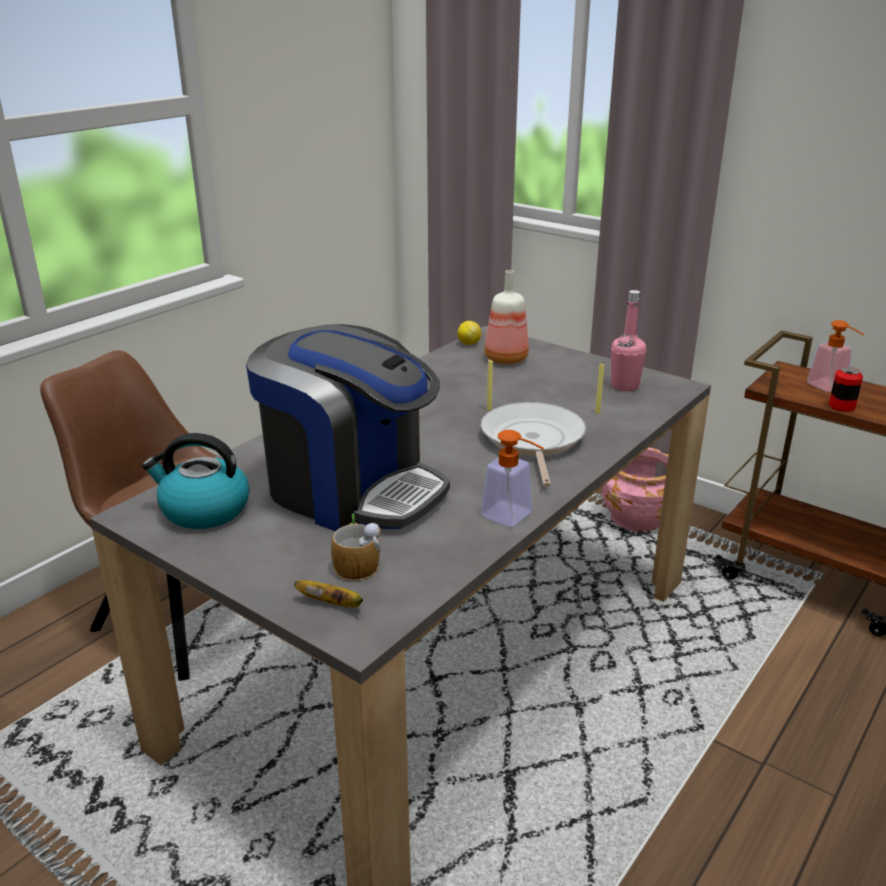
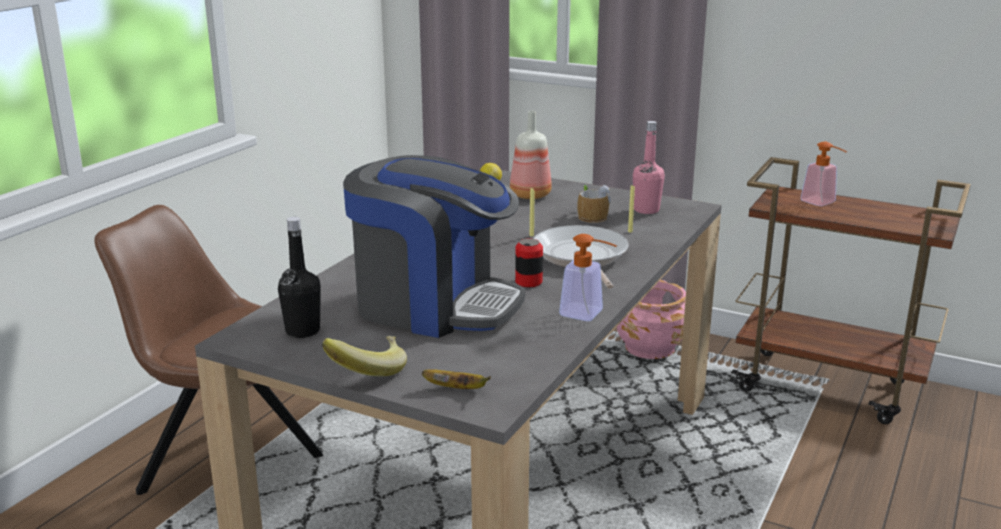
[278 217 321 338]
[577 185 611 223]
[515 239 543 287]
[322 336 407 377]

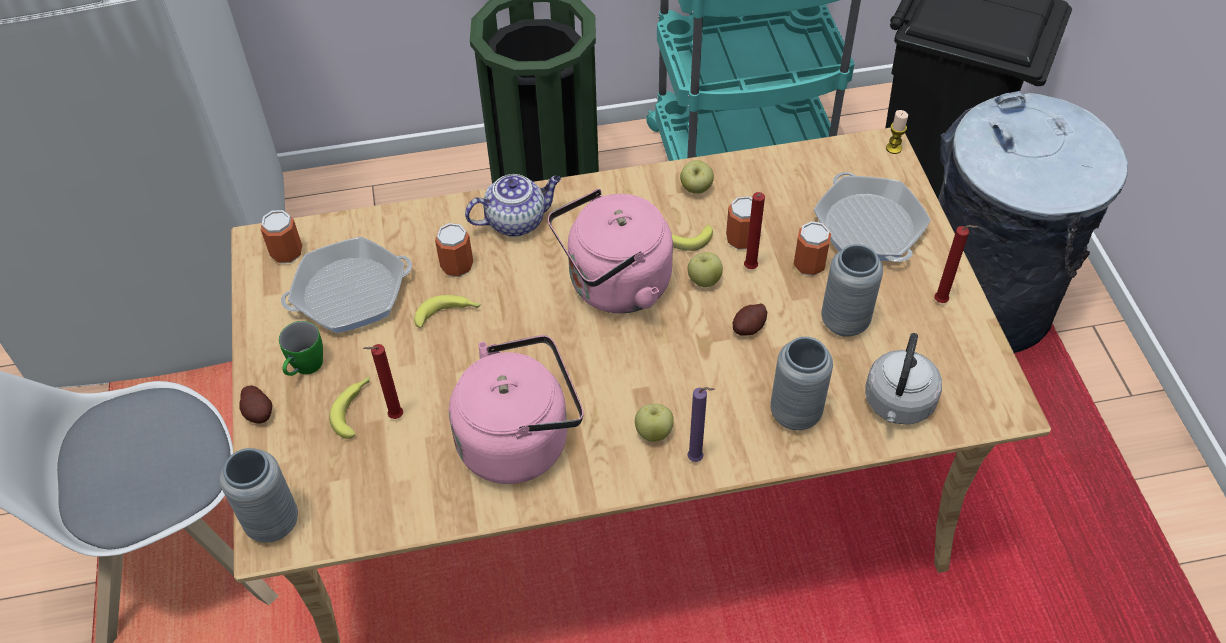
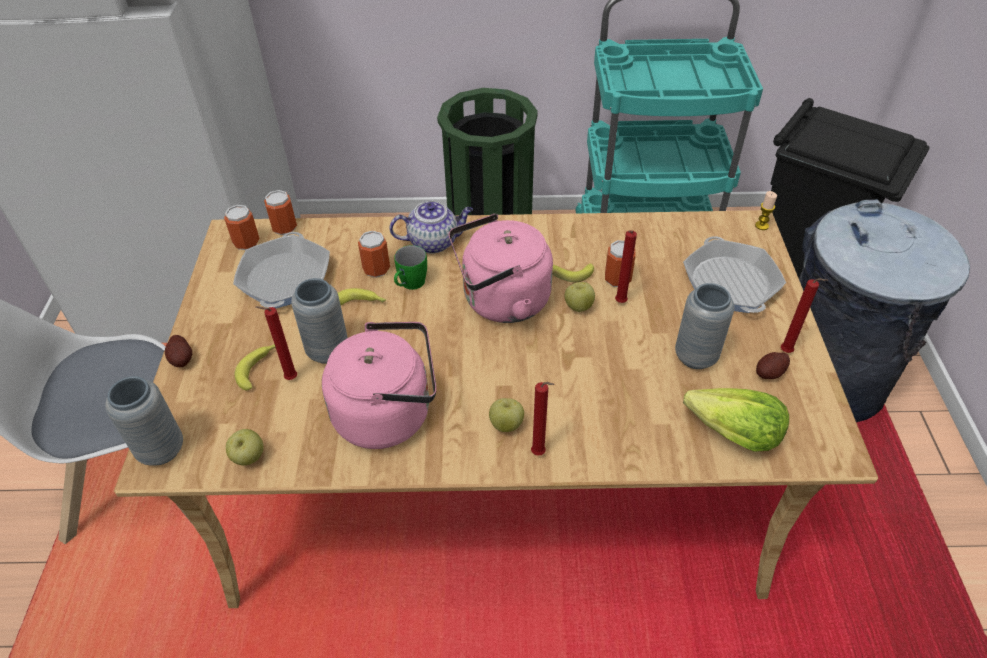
[394 245 427 290]
[233 232 330 308]
[226 429 264 466]
[531 382 555 456]
[756 352 790 379]
[291 278 348 364]
[264 190 297 235]
[683 388 789 452]

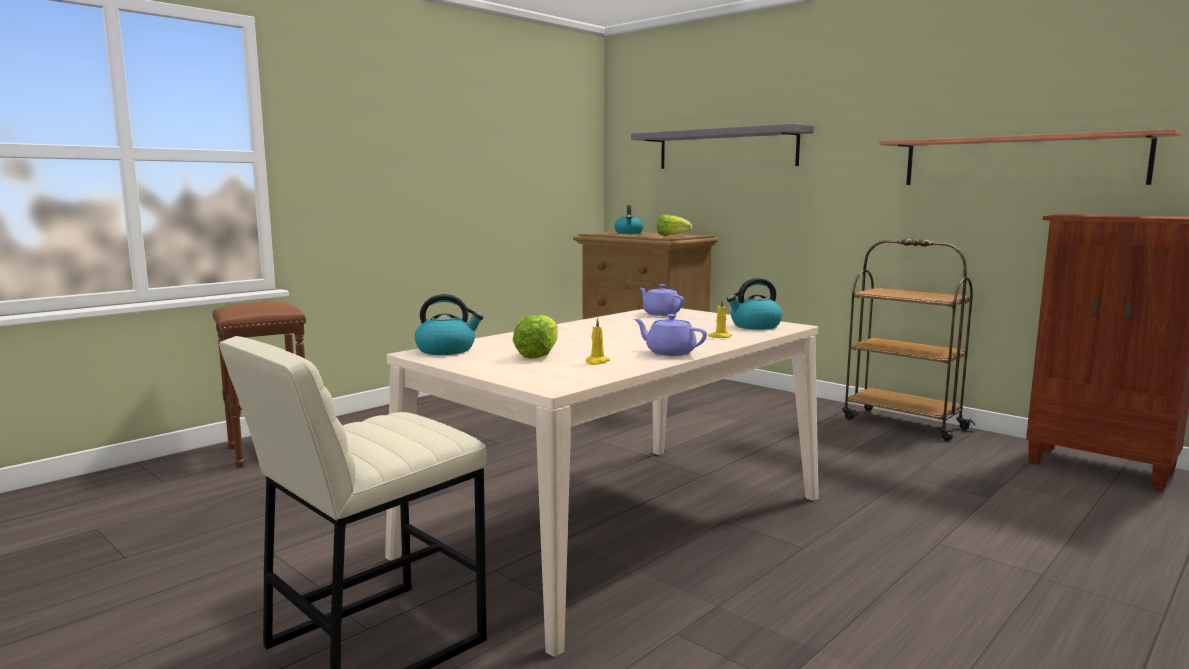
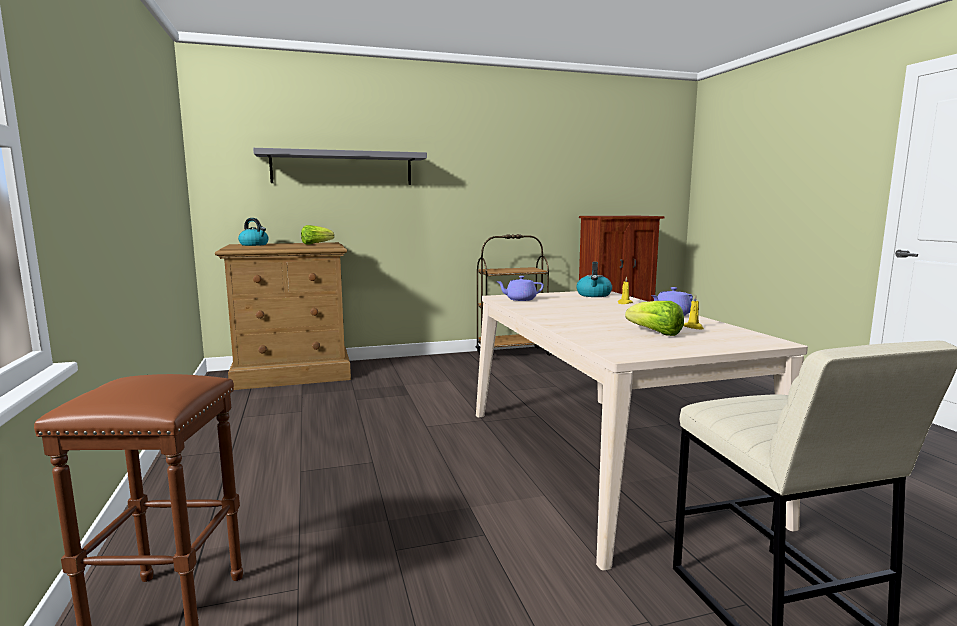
[415 294 483 355] (first image)
[879 129 1182 185] (first image)

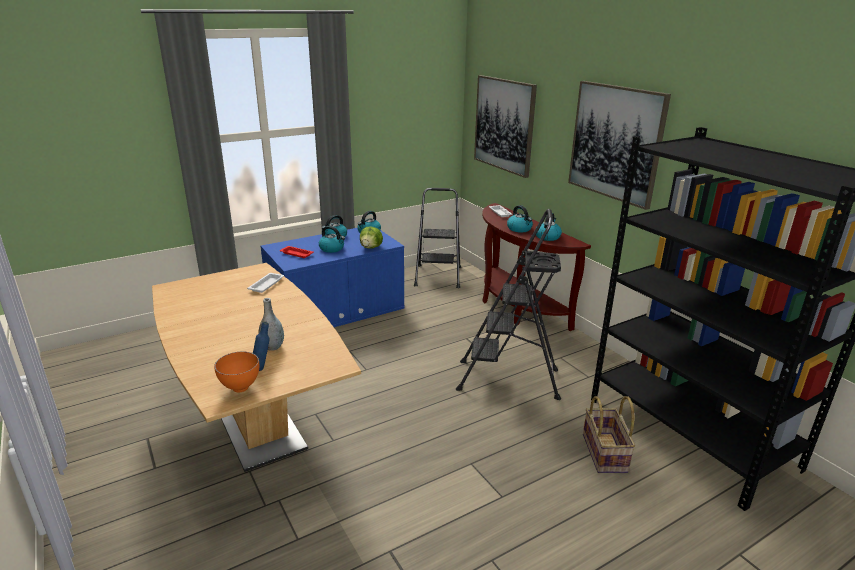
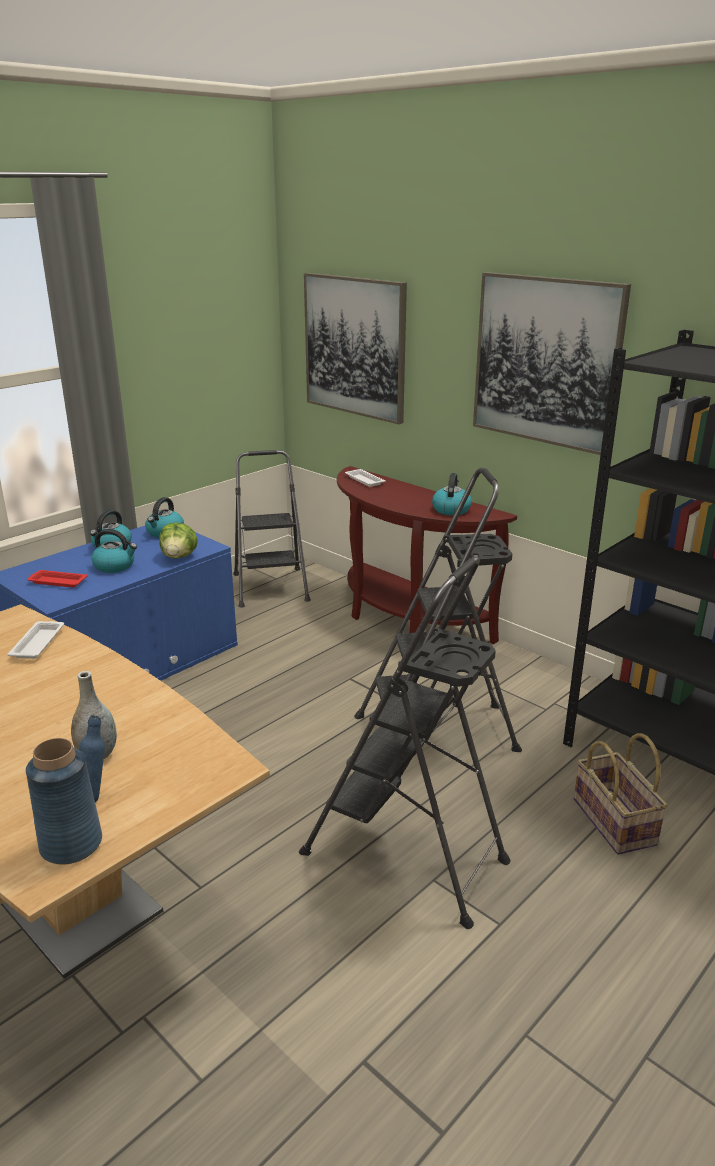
[26 738 102 865]
[507 205 533 233] (first image)
[299 556 511 929]

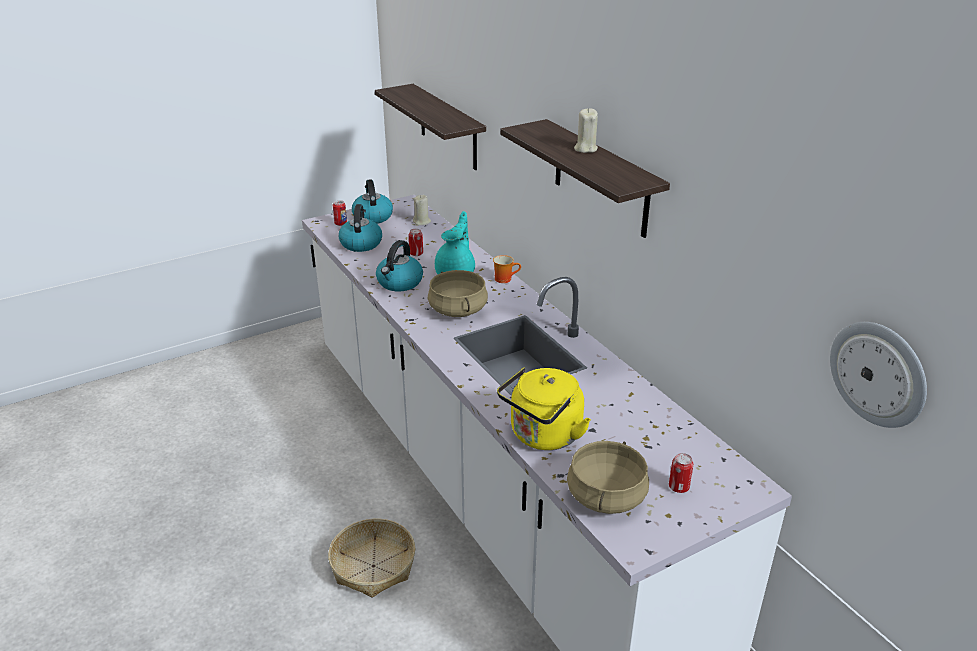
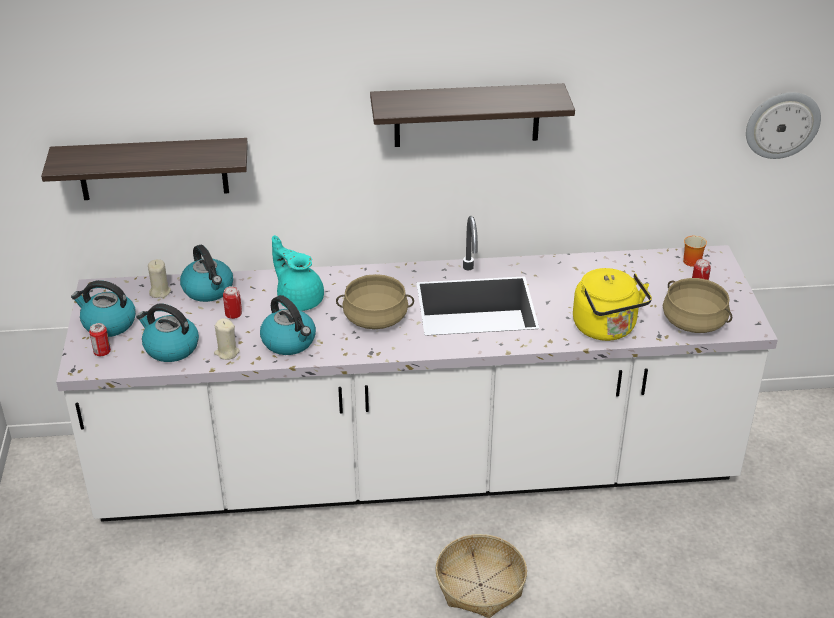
[683 236 707 267]
[214 318 240 360]
[180 245 233 302]

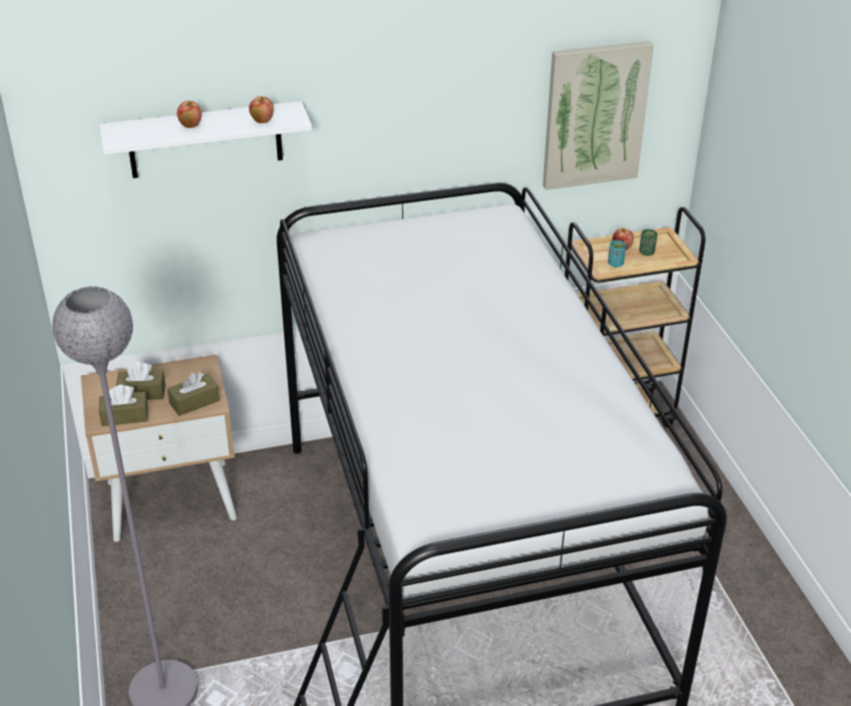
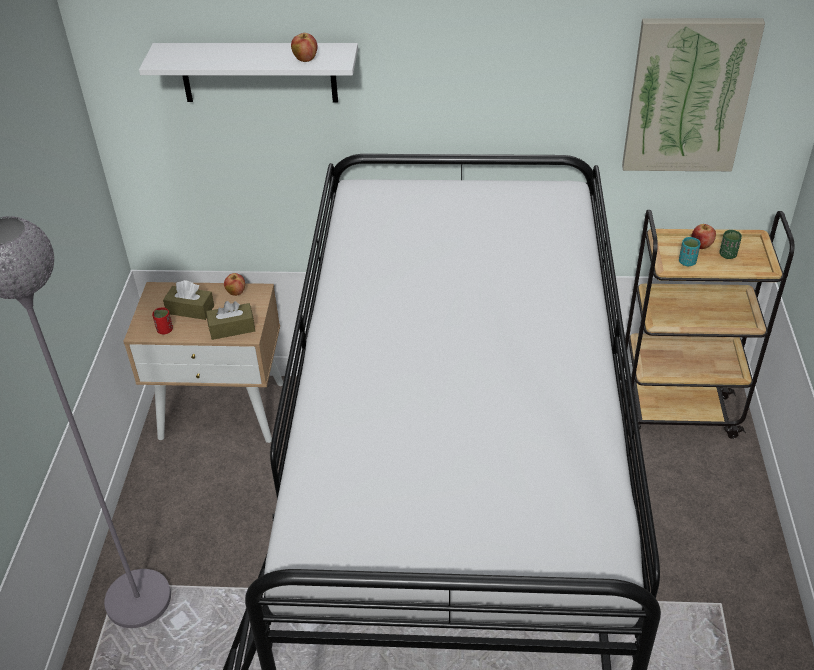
[152 307 173 334]
[224 273 245 296]

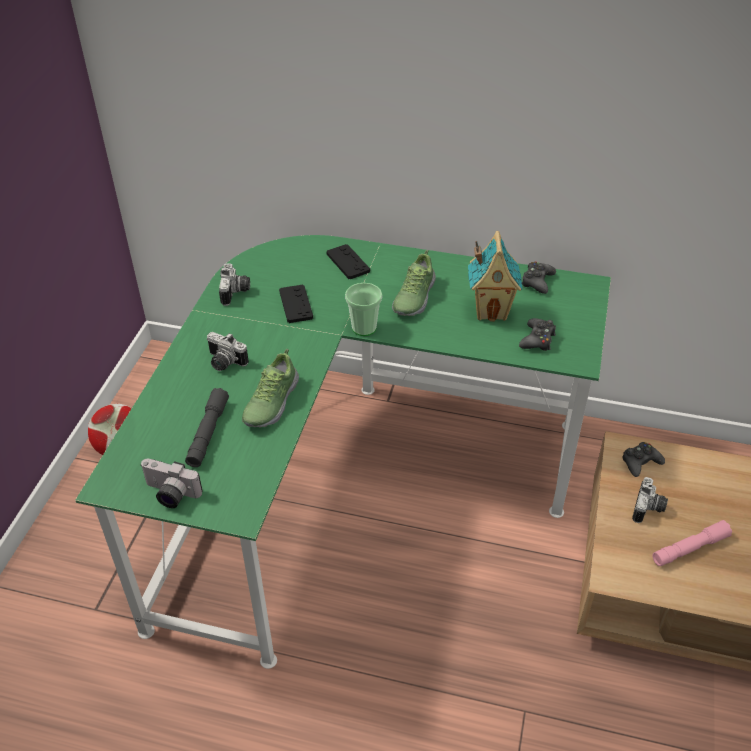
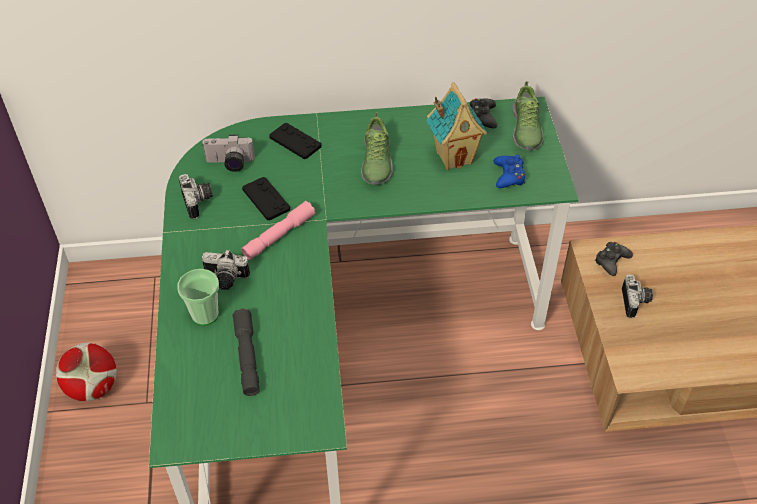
[202 135 255 172]
[512 81 544 150]
[178 269 219 325]
[494 155 525 188]
[241 201 316 260]

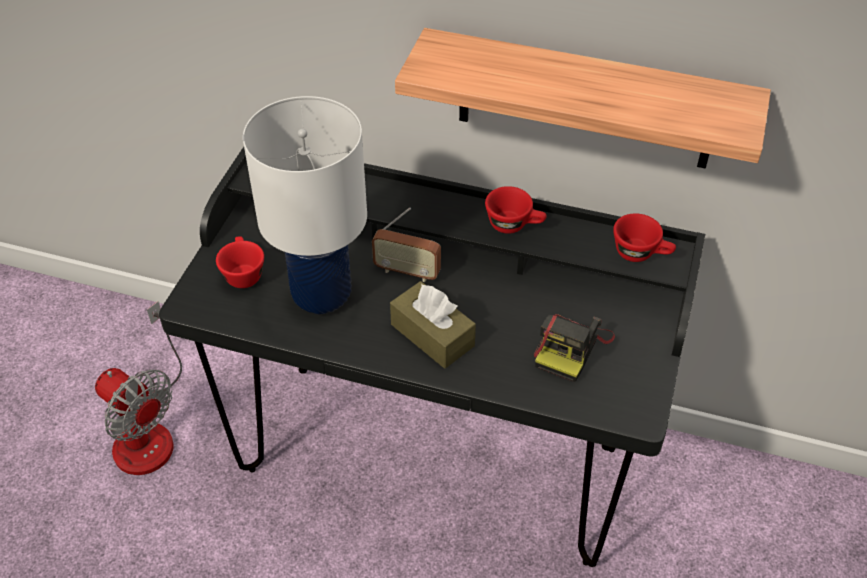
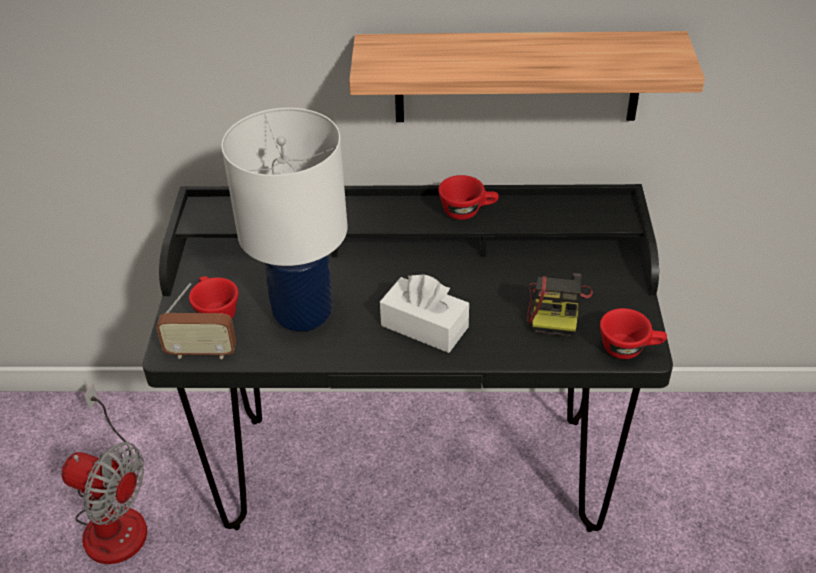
[156 283 236 359]
[380 274 469 353]
[600 308 667 359]

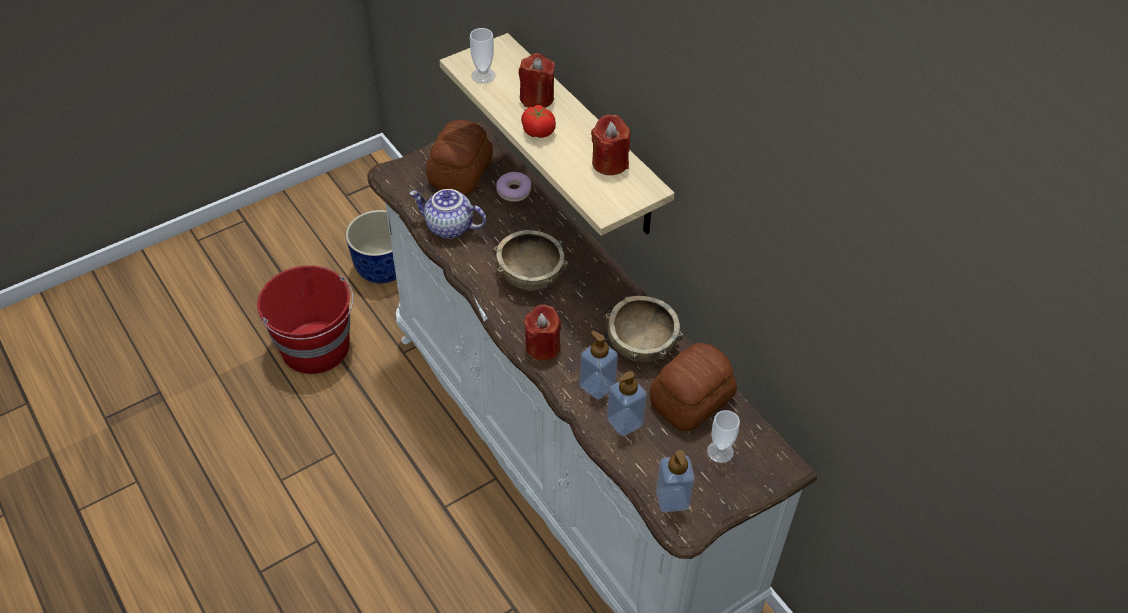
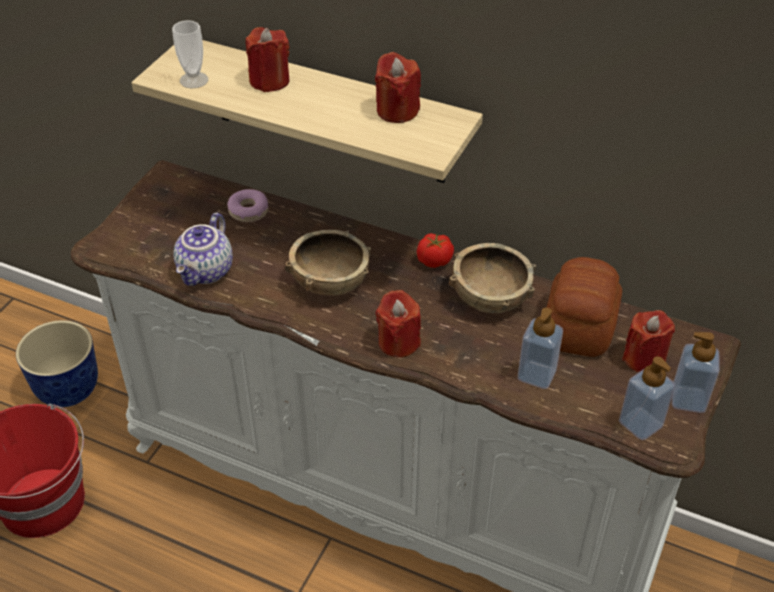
[173 212 233 286]
[426 120 493 195] (first image)
[417 233 454 268]
[672 332 720 413]
[622 310 675 373]

